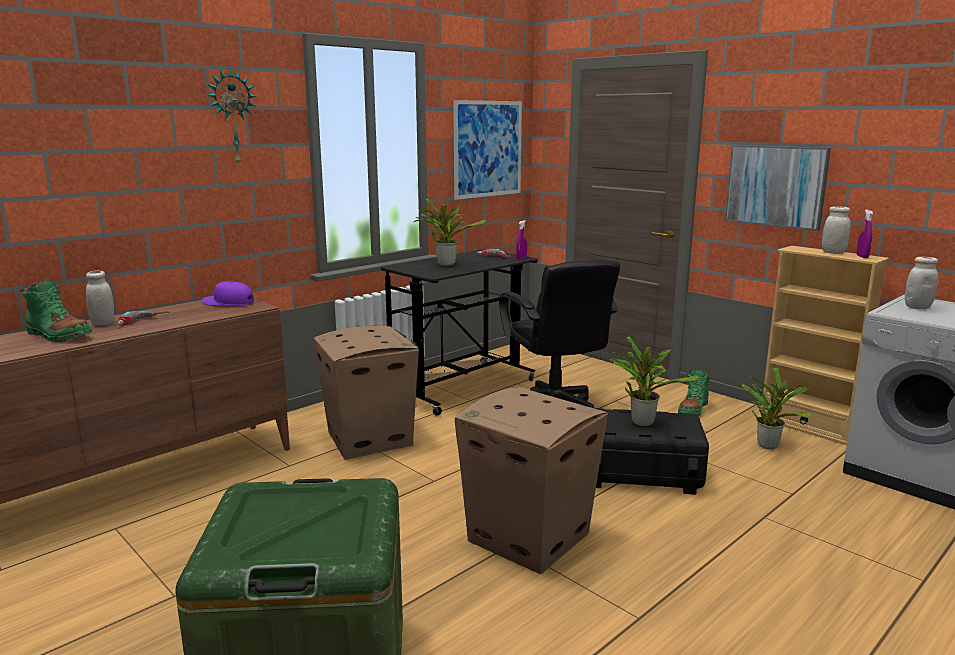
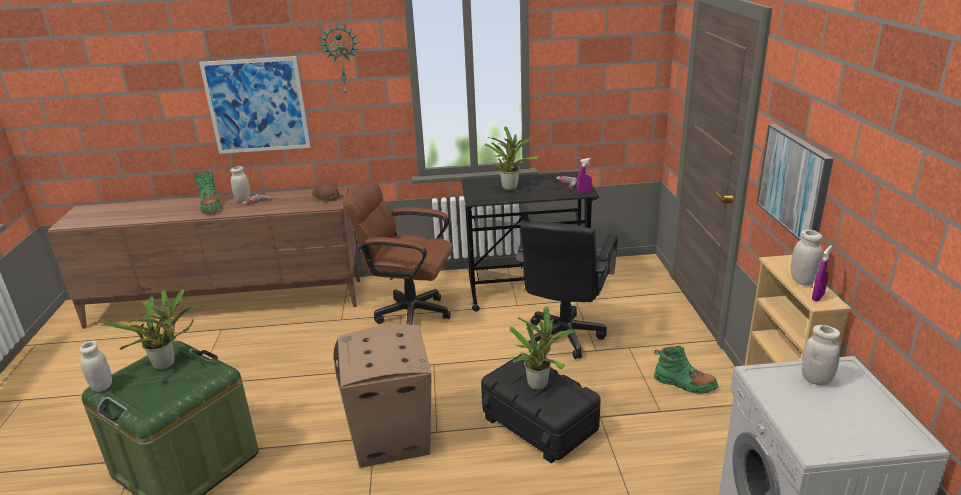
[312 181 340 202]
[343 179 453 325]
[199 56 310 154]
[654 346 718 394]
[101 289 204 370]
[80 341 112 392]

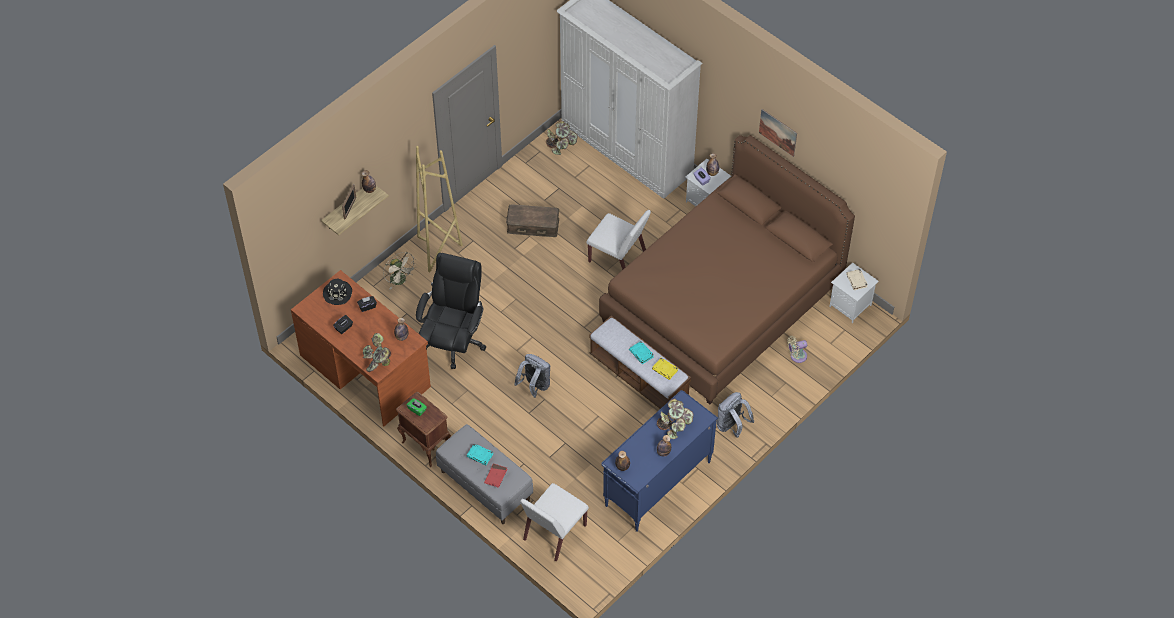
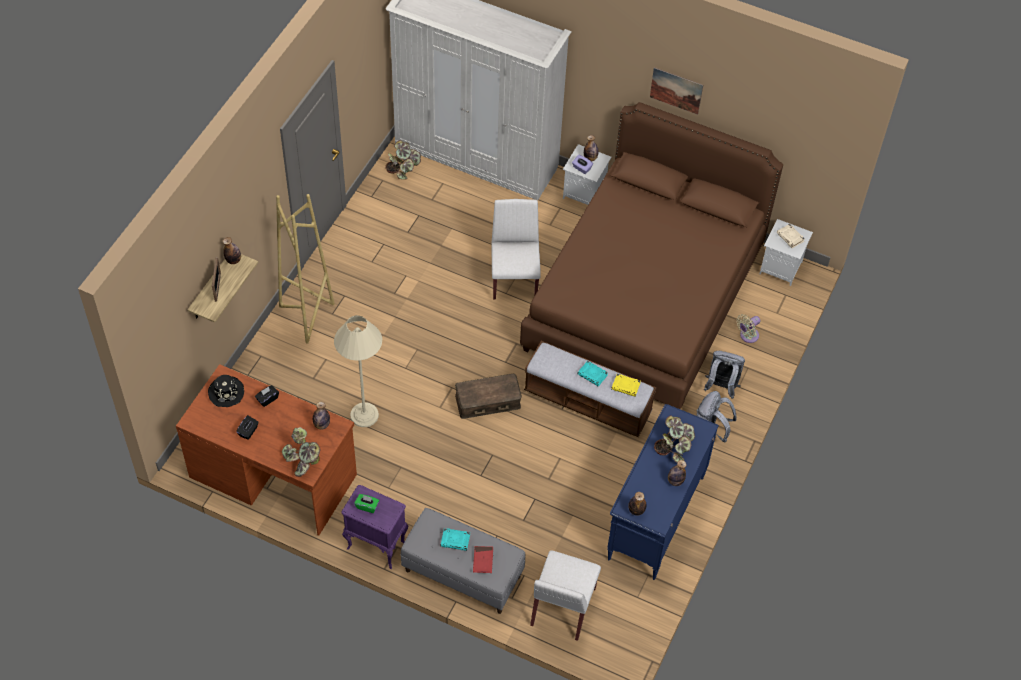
[383 252 416 290] (first image)
[341 485 408 569]
[334 315 382 427]
[455 374 522 419]
[704 351 745 399]
[492 199 541 300]

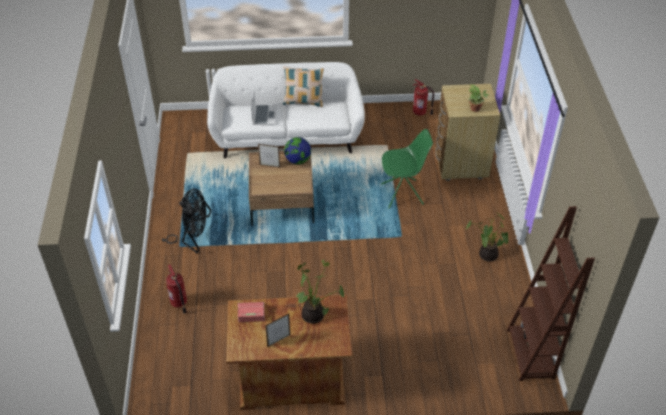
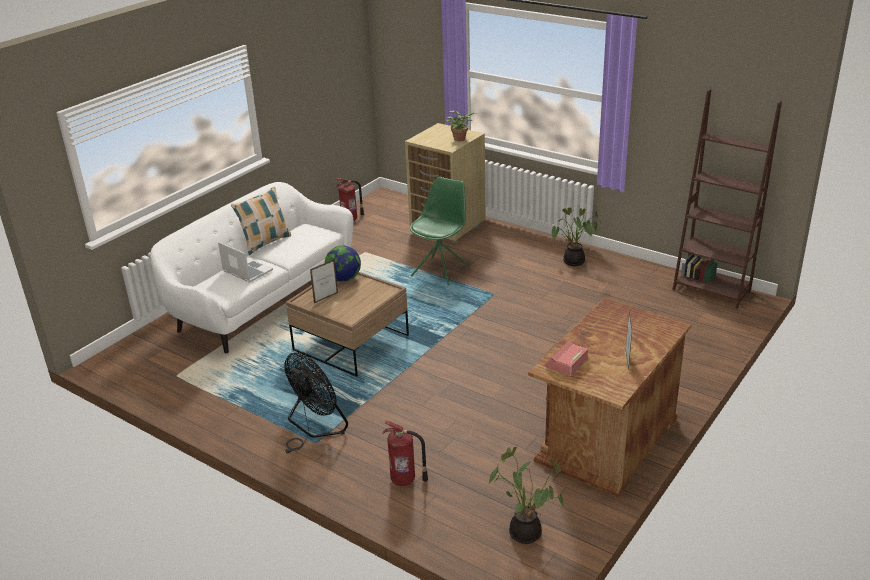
[489 447 563 544]

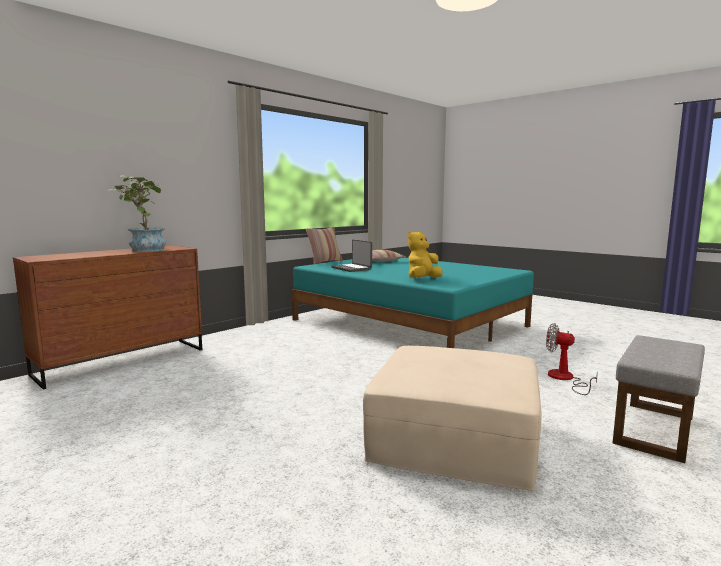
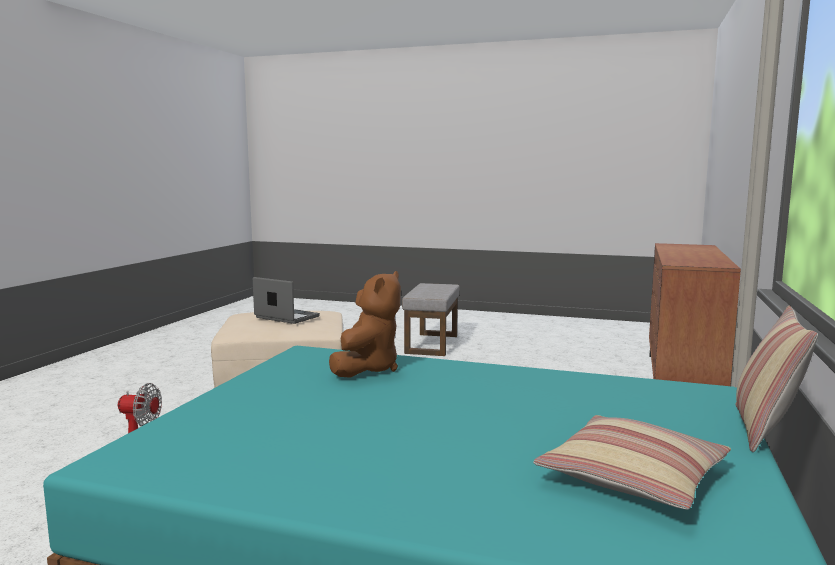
[107 175 166 252] (first image)
[253 277 320 324]
[329 271 401 378]
[402 283 460 356]

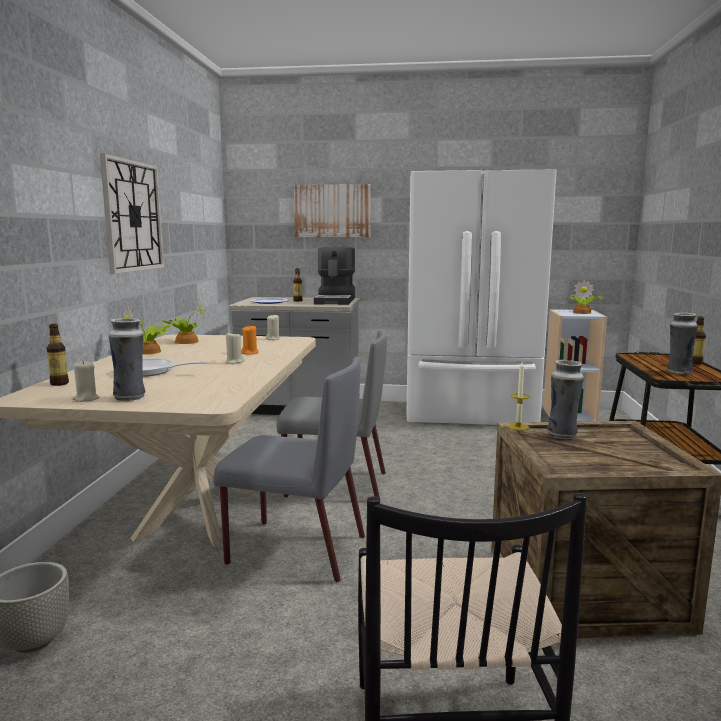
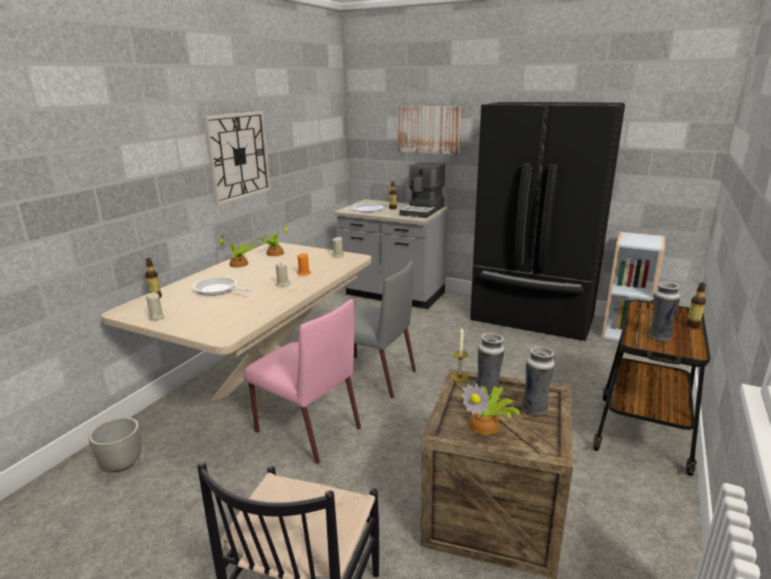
[522 346 555 416]
[244 299 361 464]
[470 102 625 341]
[457 383 520 435]

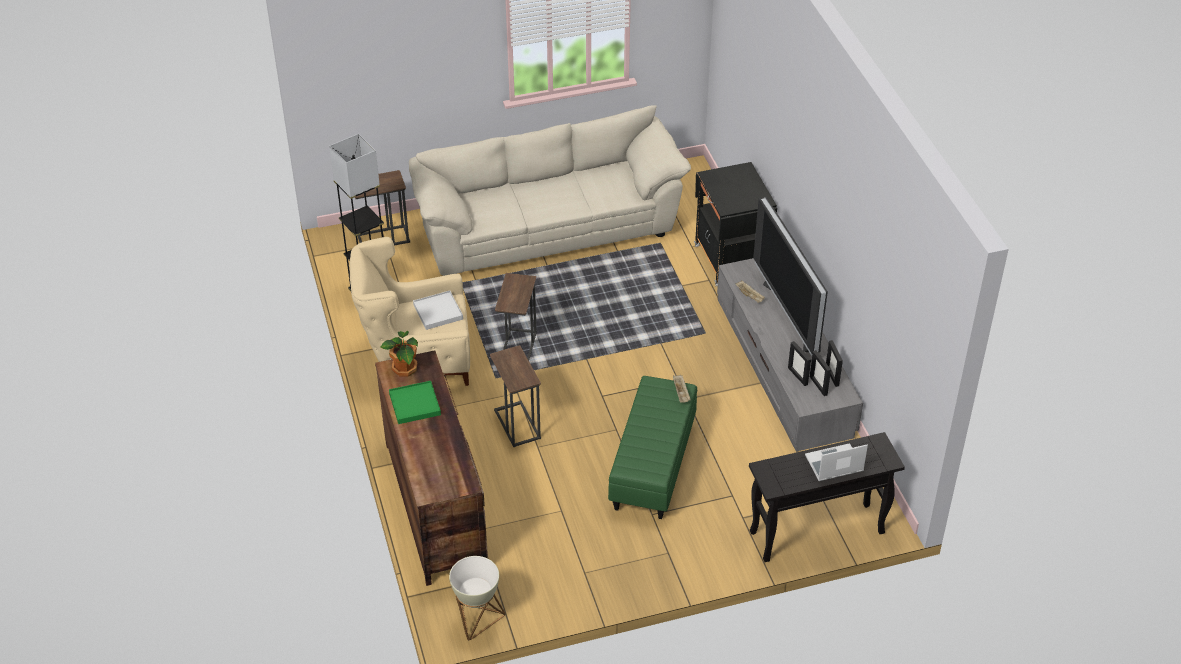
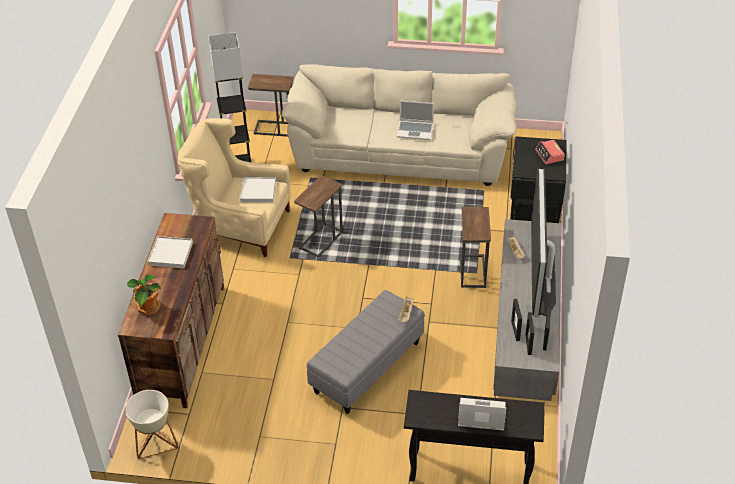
[127 274 161 316]
[147 236 193 269]
[460 207 491 288]
[307 290 425 414]
[397 101 434 140]
[535 140 565 164]

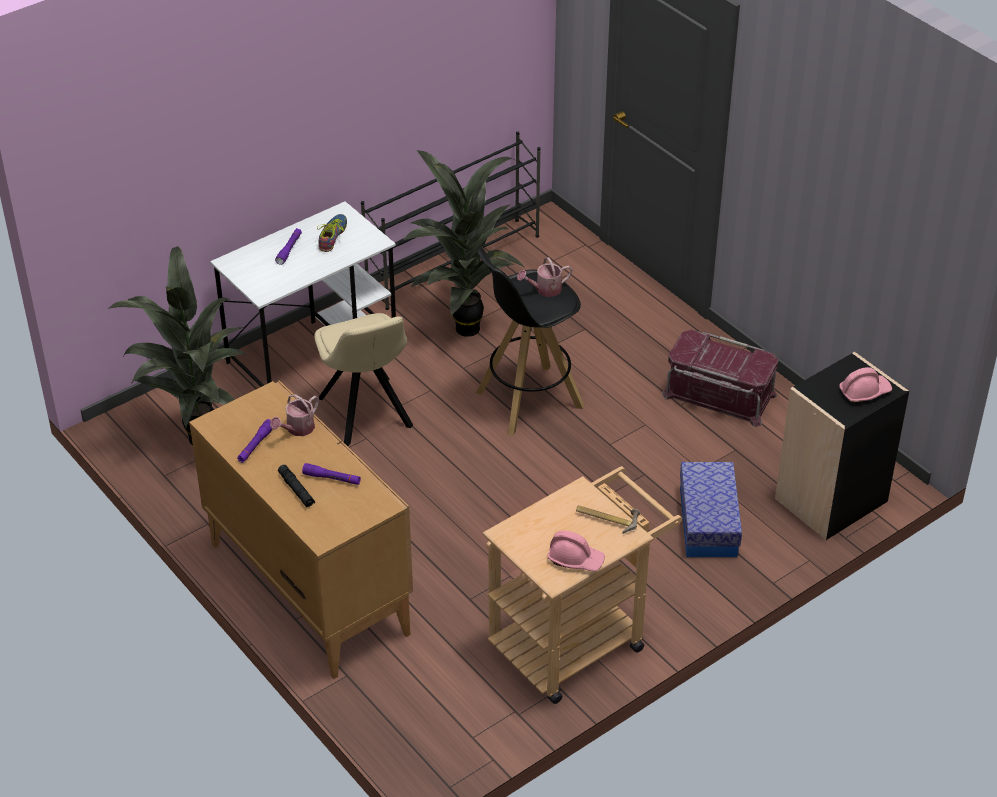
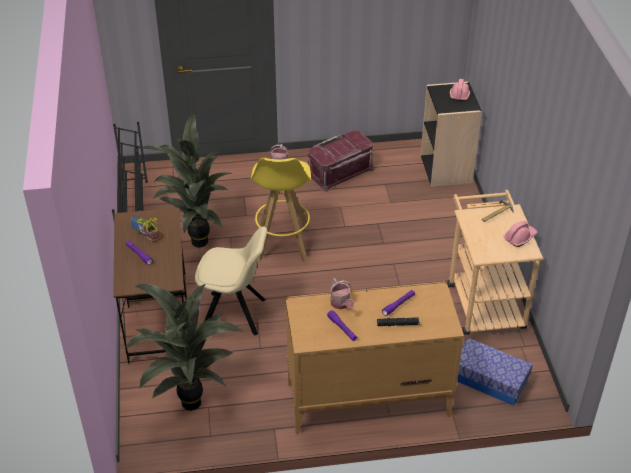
[113 208 187 364]
[251 158 311 262]
[457 338 533 406]

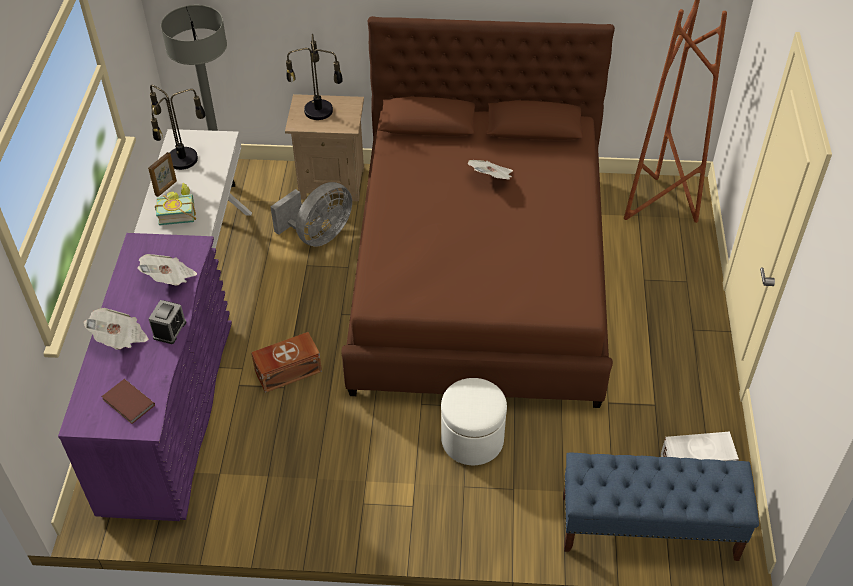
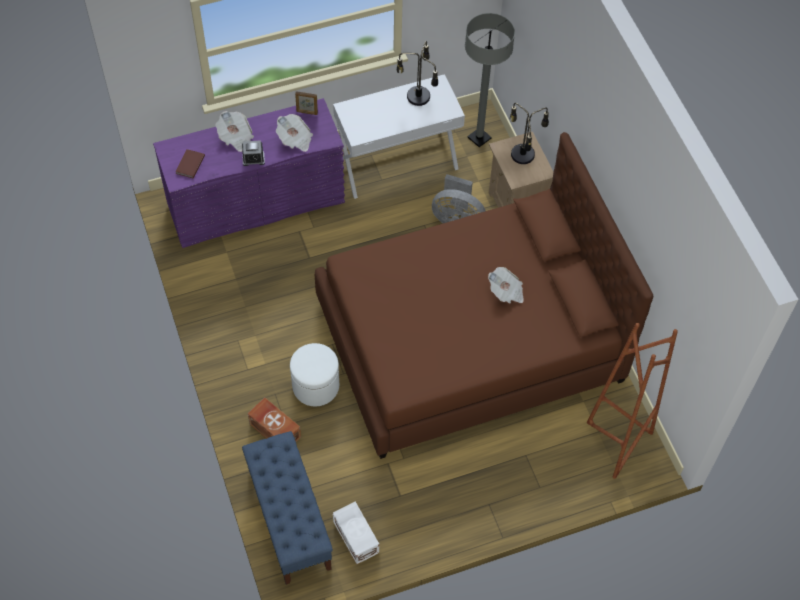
[295 91 318 115]
[155 183 196 225] (first image)
[248 397 301 442]

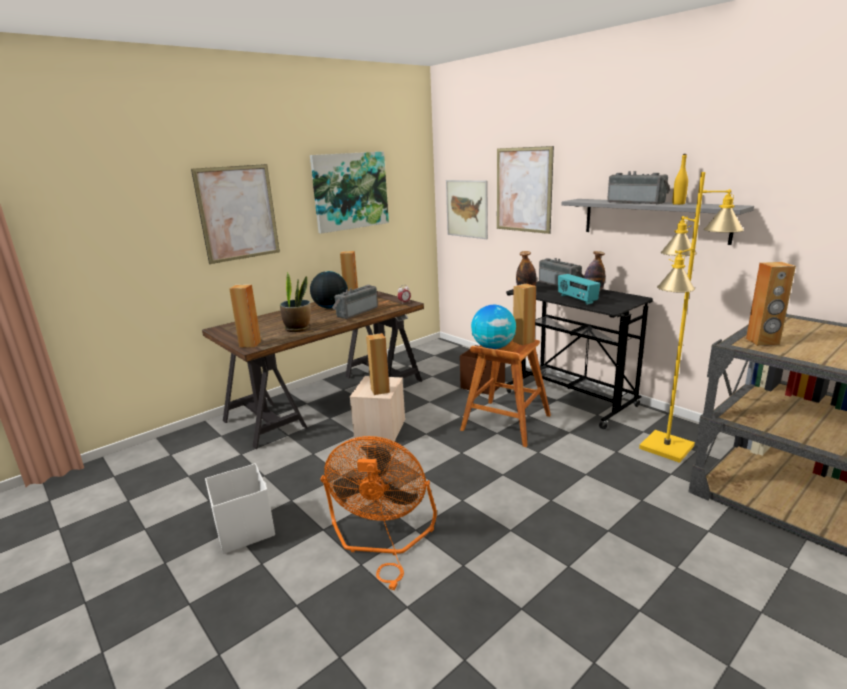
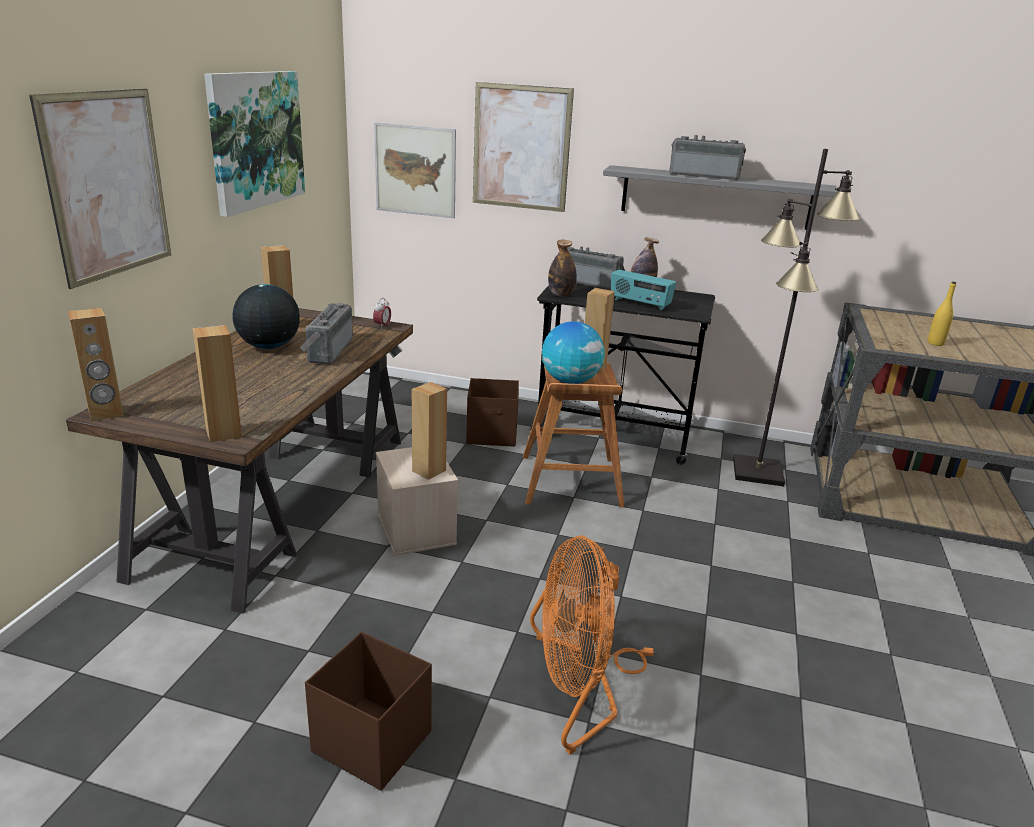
[305 632 432 791]
[280 272 311 332] (first image)
[530 535 655 755]
[733 149 860 486]
[928 282 956 346]
[68 308 124 422]

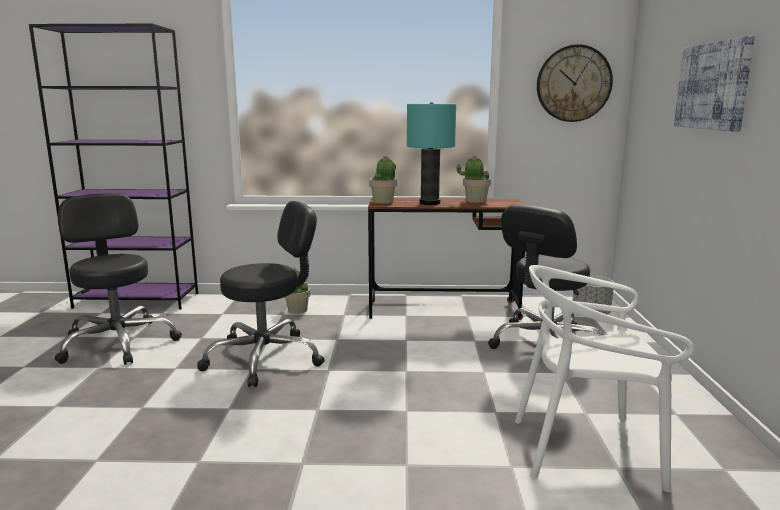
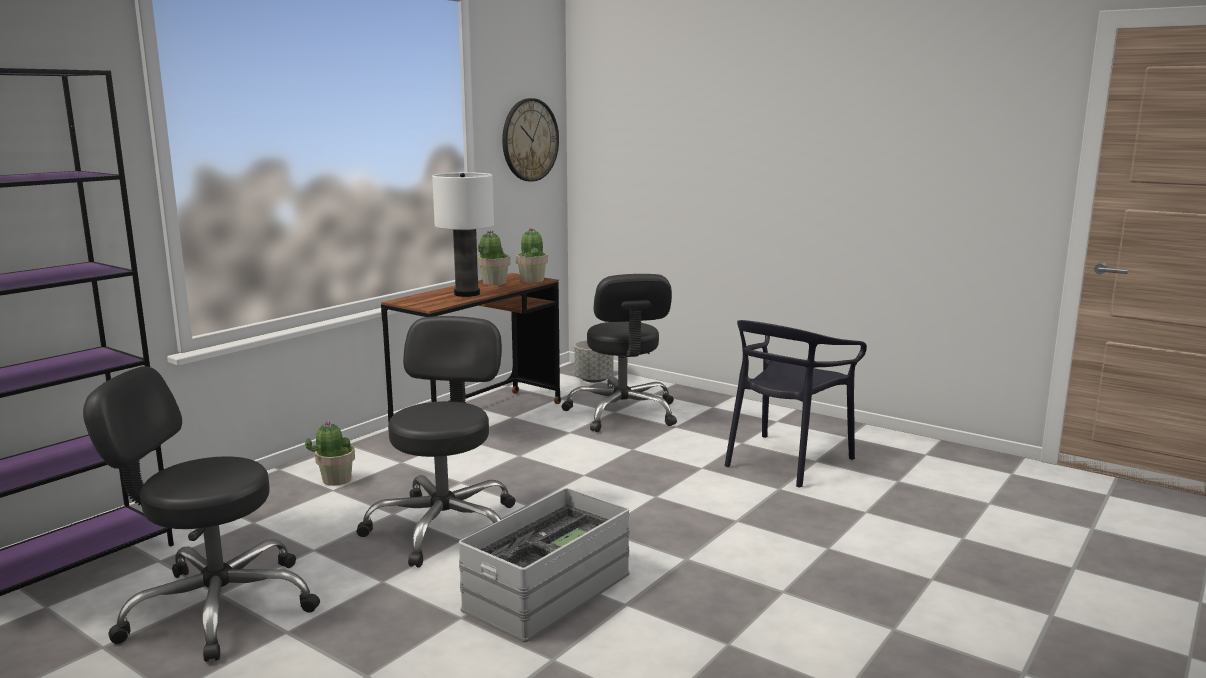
[516 228 548 283]
[432 173 494 297]
[725 320 867 488]
[674 36 755 132] (first image)
[459 488 630 642]

